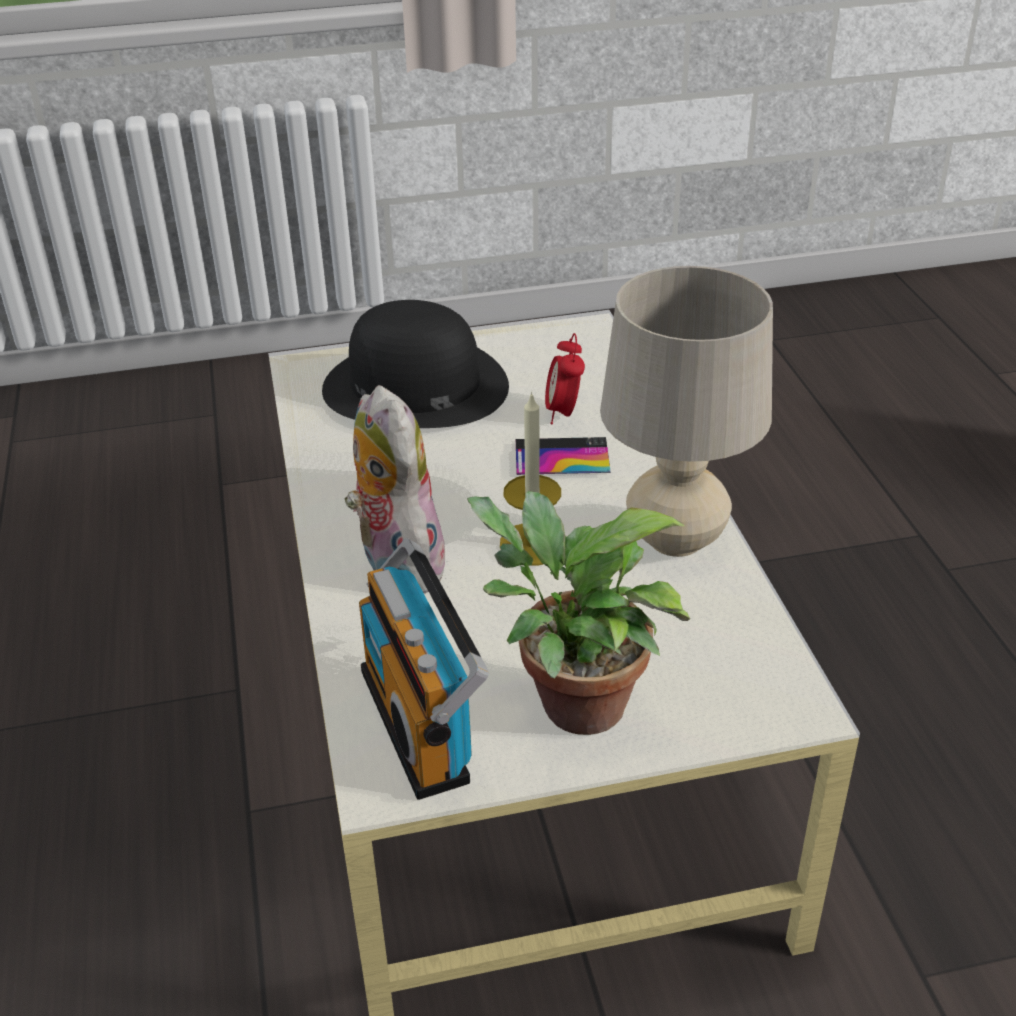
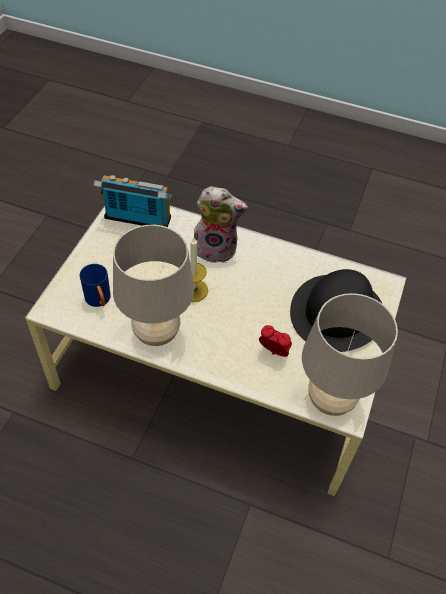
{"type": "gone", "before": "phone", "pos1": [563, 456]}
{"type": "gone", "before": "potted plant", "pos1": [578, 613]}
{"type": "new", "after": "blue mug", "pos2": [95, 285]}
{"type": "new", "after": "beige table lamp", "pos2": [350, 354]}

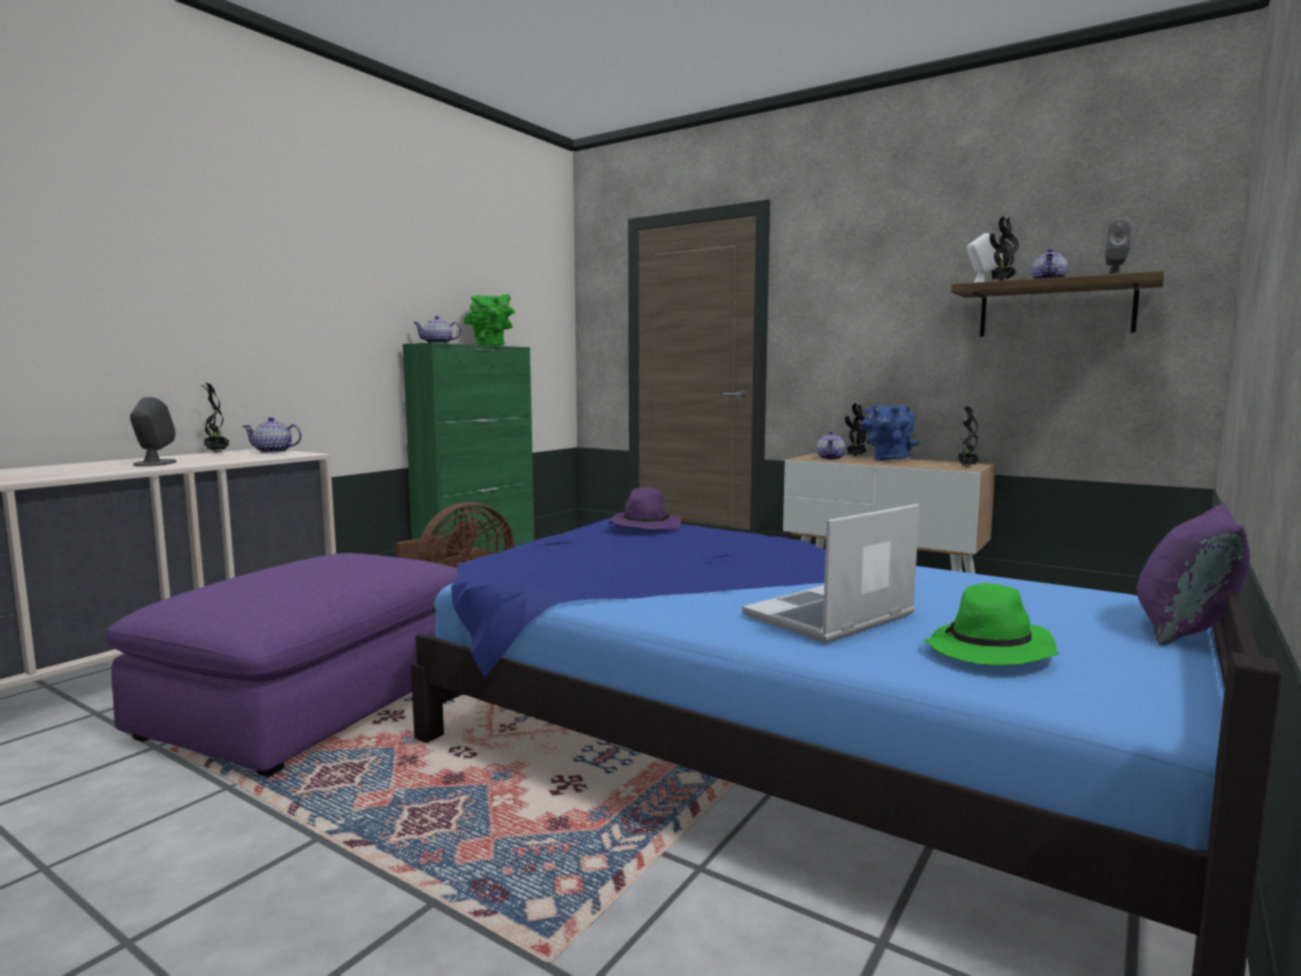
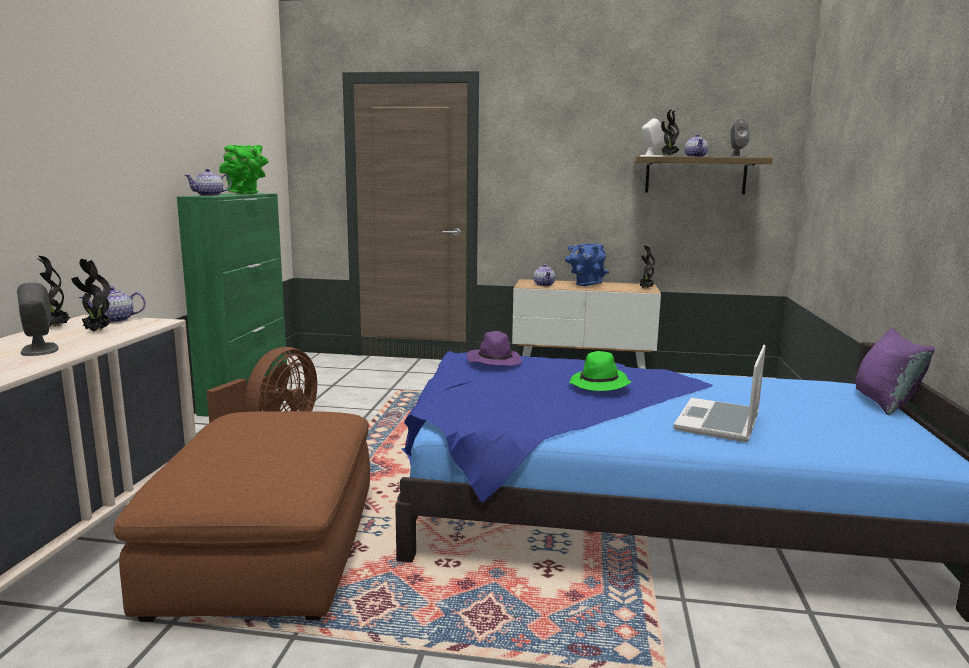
{"type": "shifted", "before": "potted plant", "pos1": [856, 429], "pos2": [91, 295]}
{"type": "repainted", "before": "purple ottoman", "after": "brown ottoman", "pos1": [282, 665], "pos2": [241, 516]}
{"type": "shifted", "before": "green hat", "pos1": [992, 624], "pos2": [600, 371]}

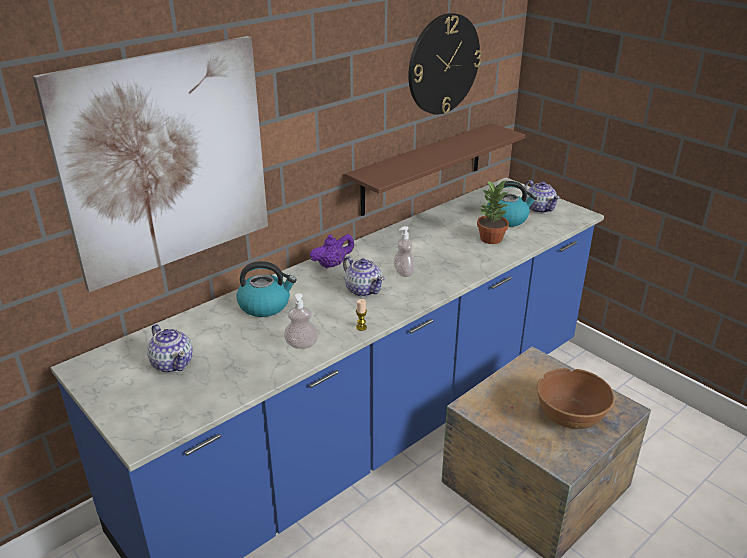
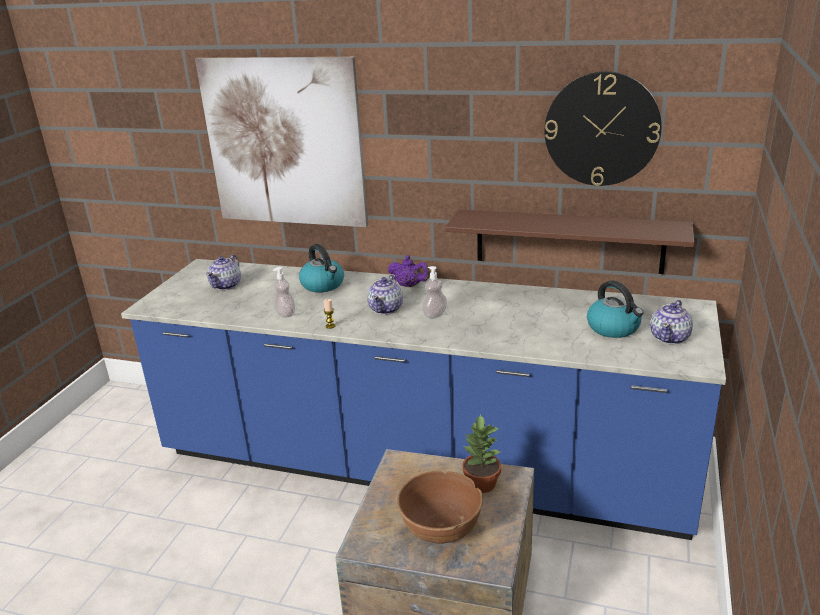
{"type": "shifted", "before": "potted plant", "pos1": [493, 212], "pos2": [482, 453]}

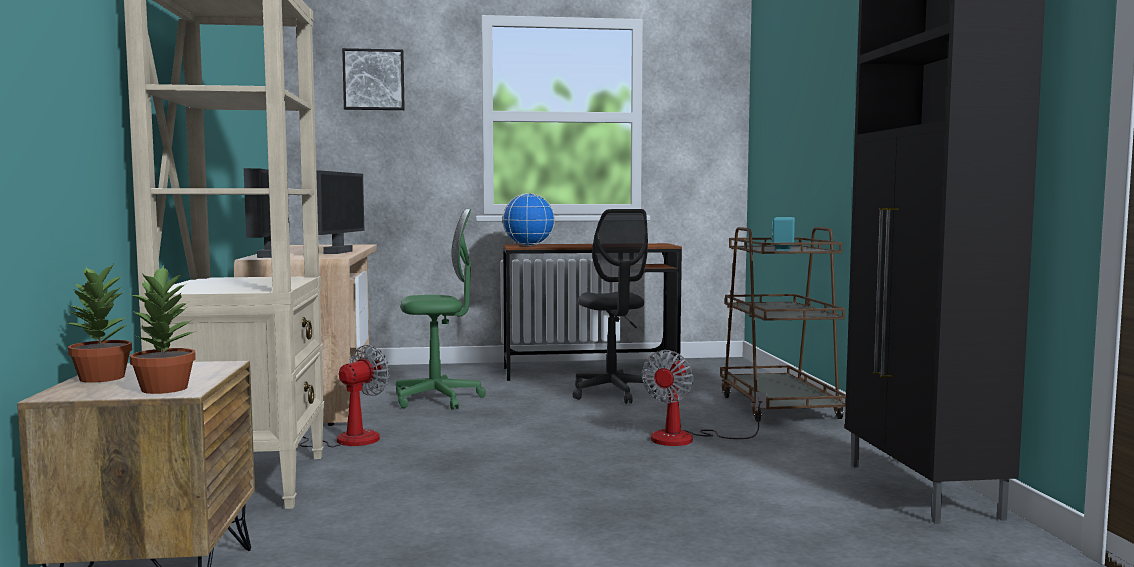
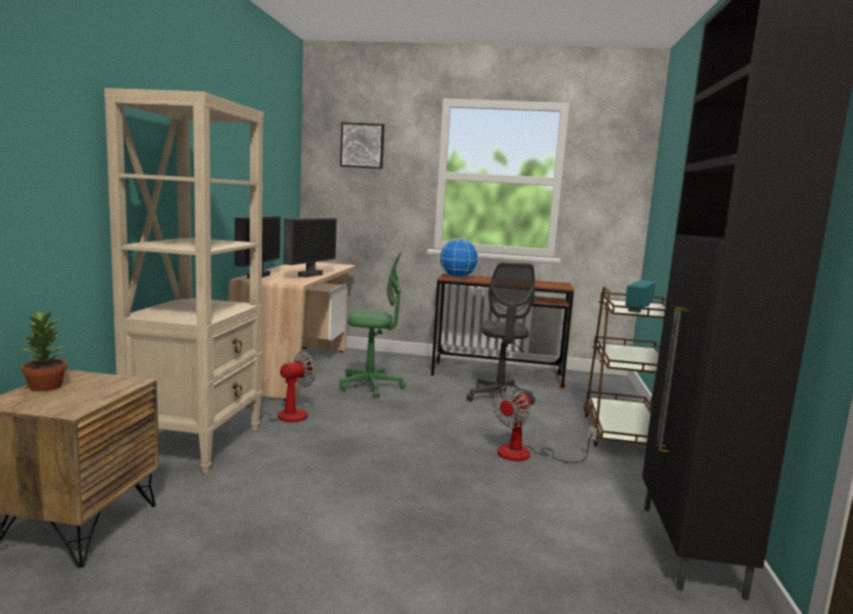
{"type": "gone", "before": "potted plant", "pos1": [163, 329]}

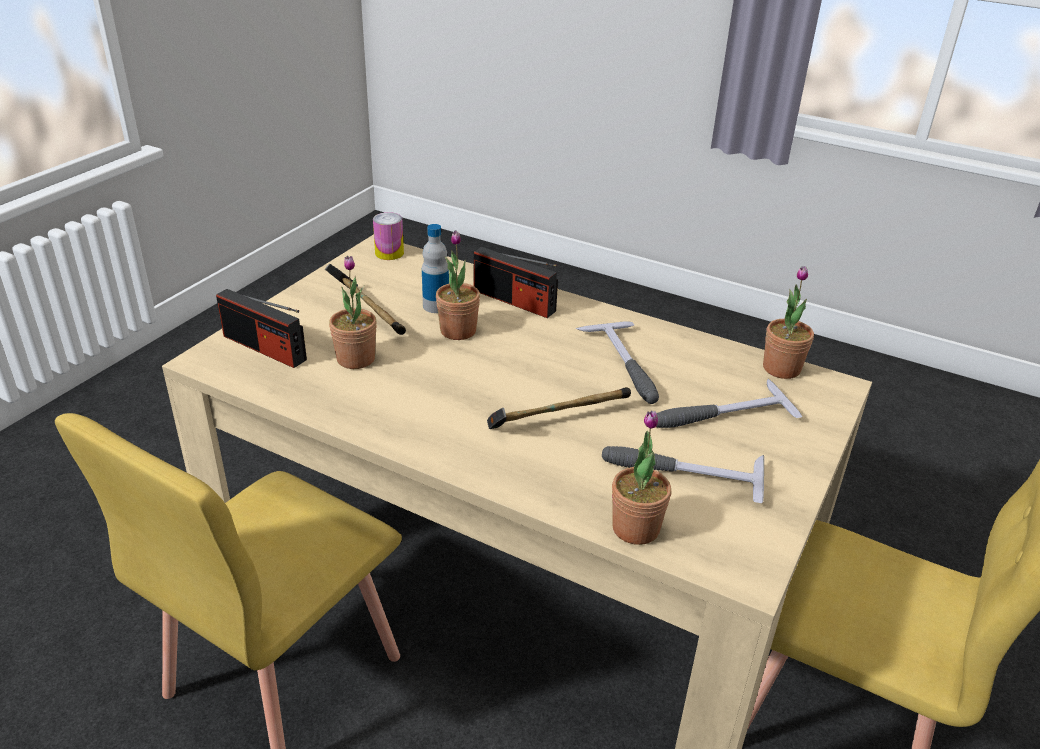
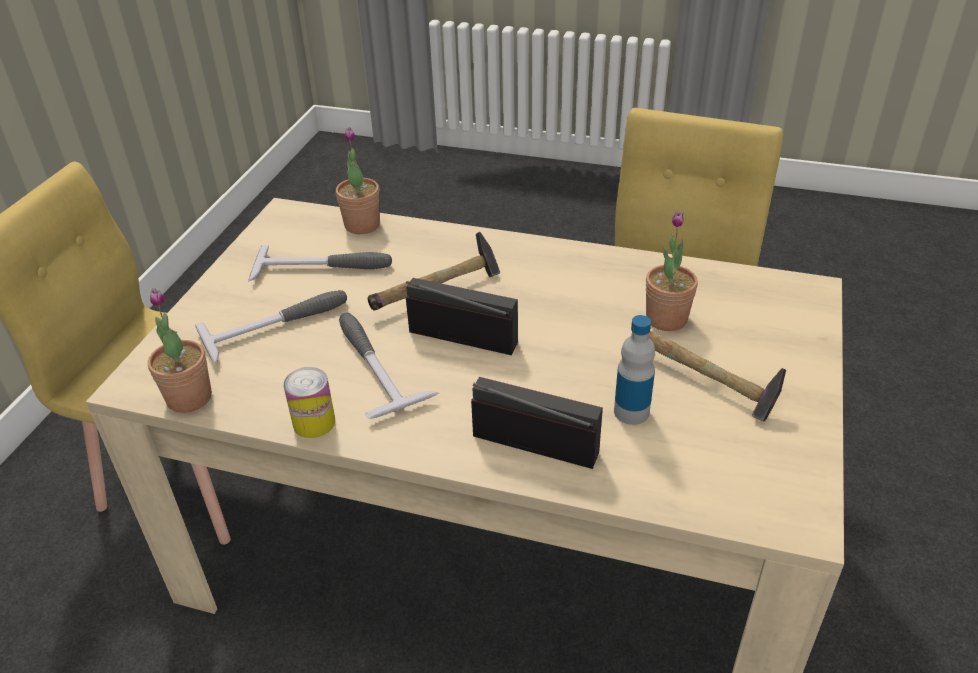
{"type": "shifted", "before": "can", "pos1": [388, 236], "pos2": [309, 402]}
{"type": "gone", "before": "potted plant", "pos1": [458, 285]}
{"type": "shifted", "before": "radio", "pos1": [261, 328], "pos2": [462, 316]}

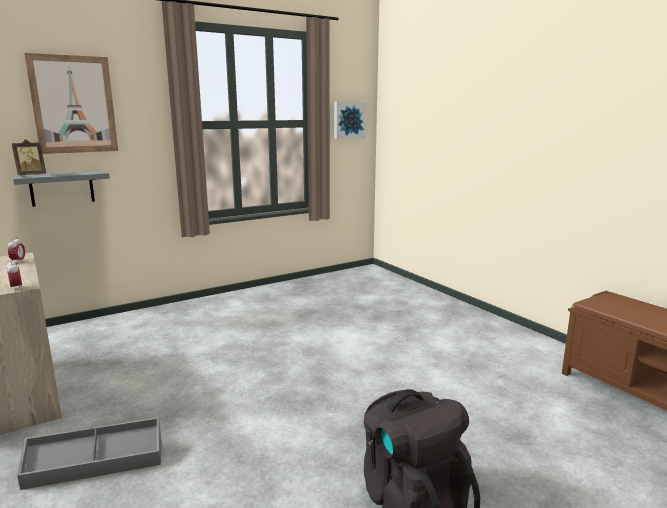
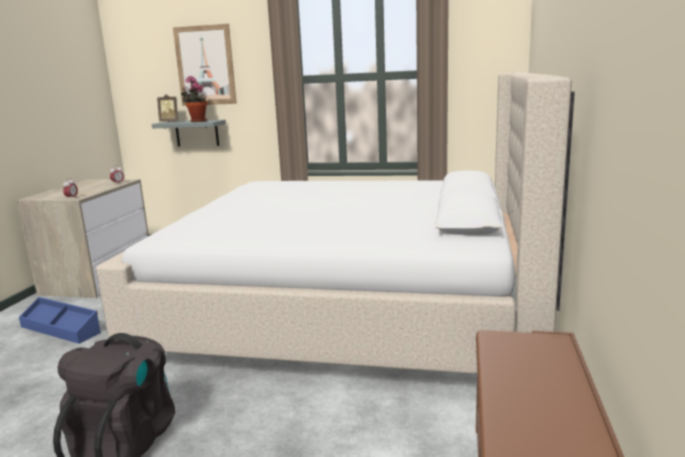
{"type": "gone", "before": "picture", "pos1": [350, 120]}
{"type": "repainted", "before": "grey storage box", "after": "blue storage box", "pos1": [89, 453], "pos2": [60, 320]}
{"type": "new", "after": "beige bed", "pos2": [335, 223]}
{"type": "new", "after": "potted plant", "pos2": [194, 99]}

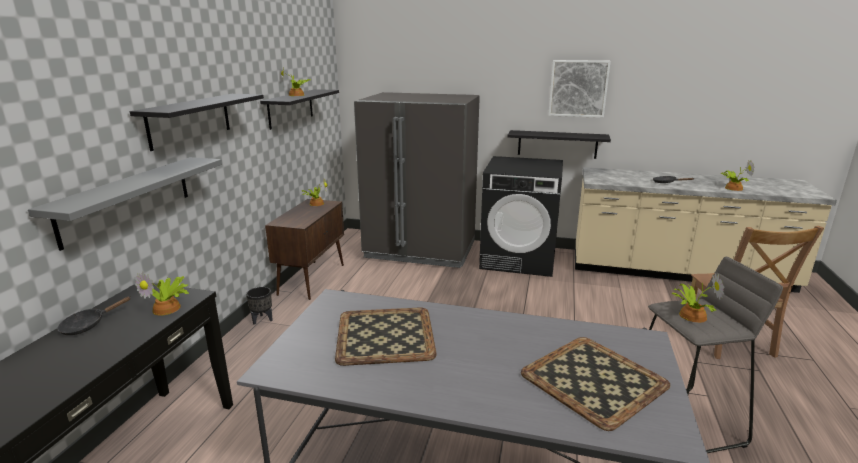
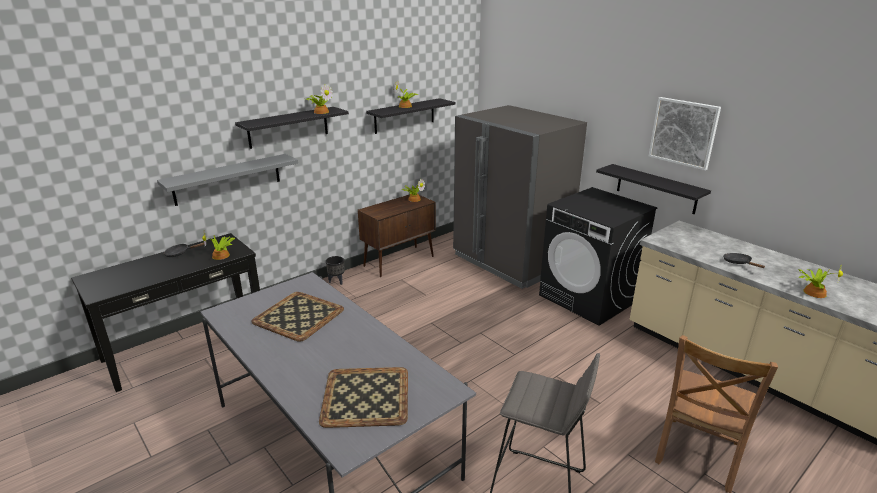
{"type": "shifted", "before": "potted plant", "pos1": [698, 298], "pos2": [320, 99]}

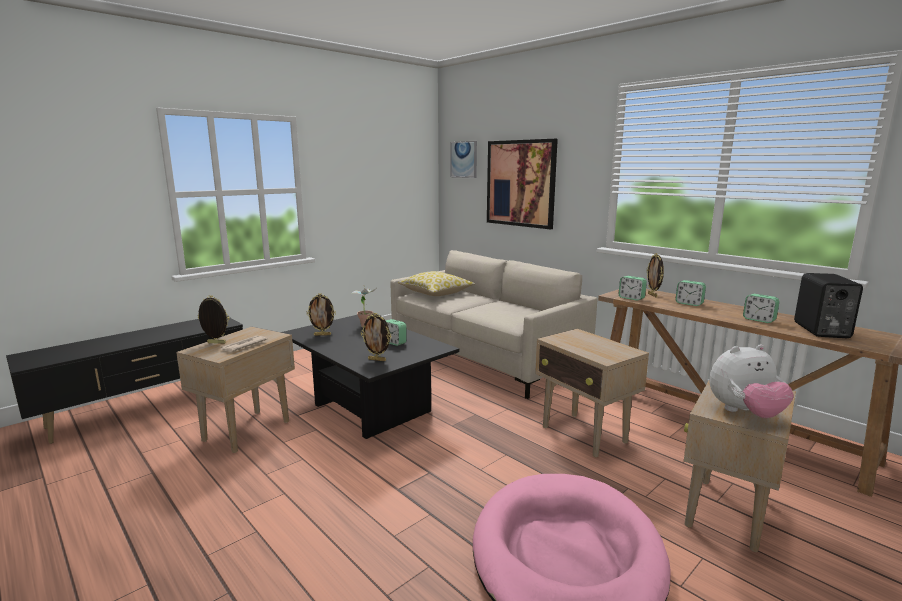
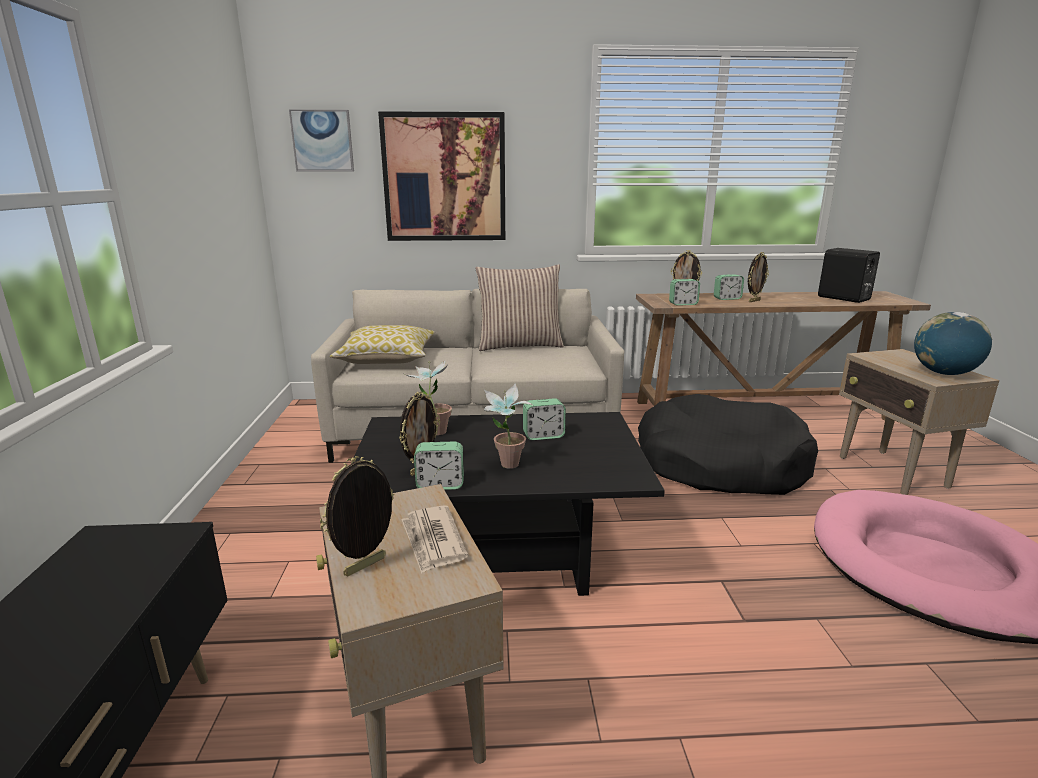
{"type": "shifted", "before": "alarm clock", "pos1": [761, 308], "pos2": [439, 466]}
{"type": "shifted", "before": "picture frame", "pos1": [376, 337], "pos2": [758, 277]}
{"type": "swapped", "before": "beige side table", "after": "black dog bed", "pos1": [592, 393], "pos2": [728, 444]}
{"type": "swapped", "before": "plush toy", "after": "globe", "pos1": [751, 381], "pos2": [953, 343]}
{"type": "new", "after": "pillow", "pos2": [520, 308]}
{"type": "new", "after": "potted plant", "pos2": [508, 426]}

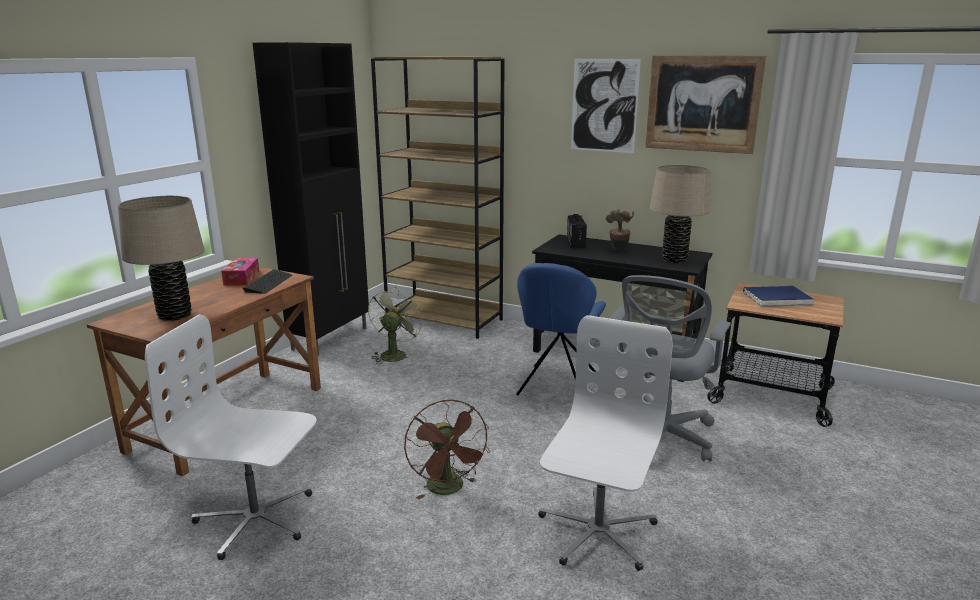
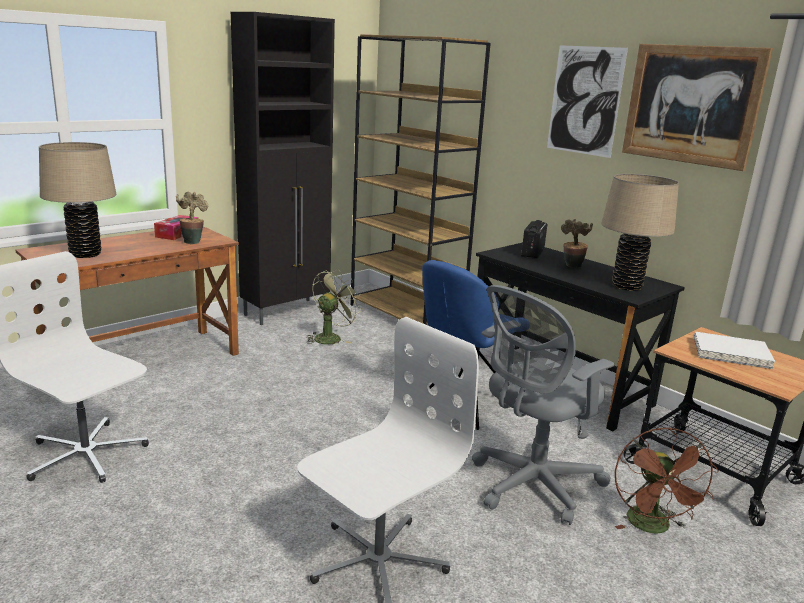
{"type": "swapped", "before": "keyboard", "after": "potted plant", "pos1": [267, 281], "pos2": [192, 218]}
{"type": "repainted", "before": "blue book", "after": "white book", "pos1": [778, 296], "pos2": [734, 350]}
{"type": "shifted", "before": "brown fan", "pos1": [447, 450], "pos2": [667, 480]}

